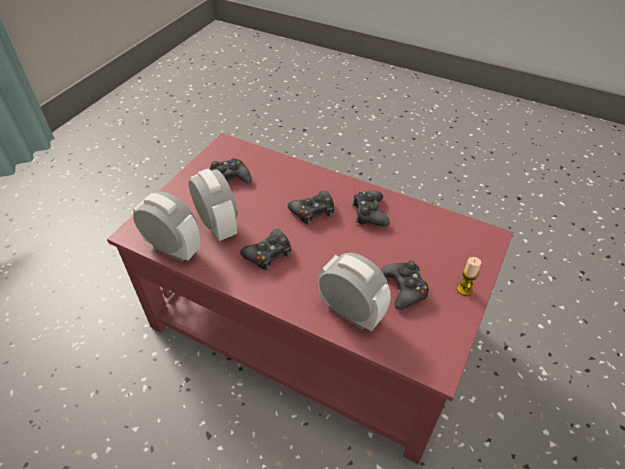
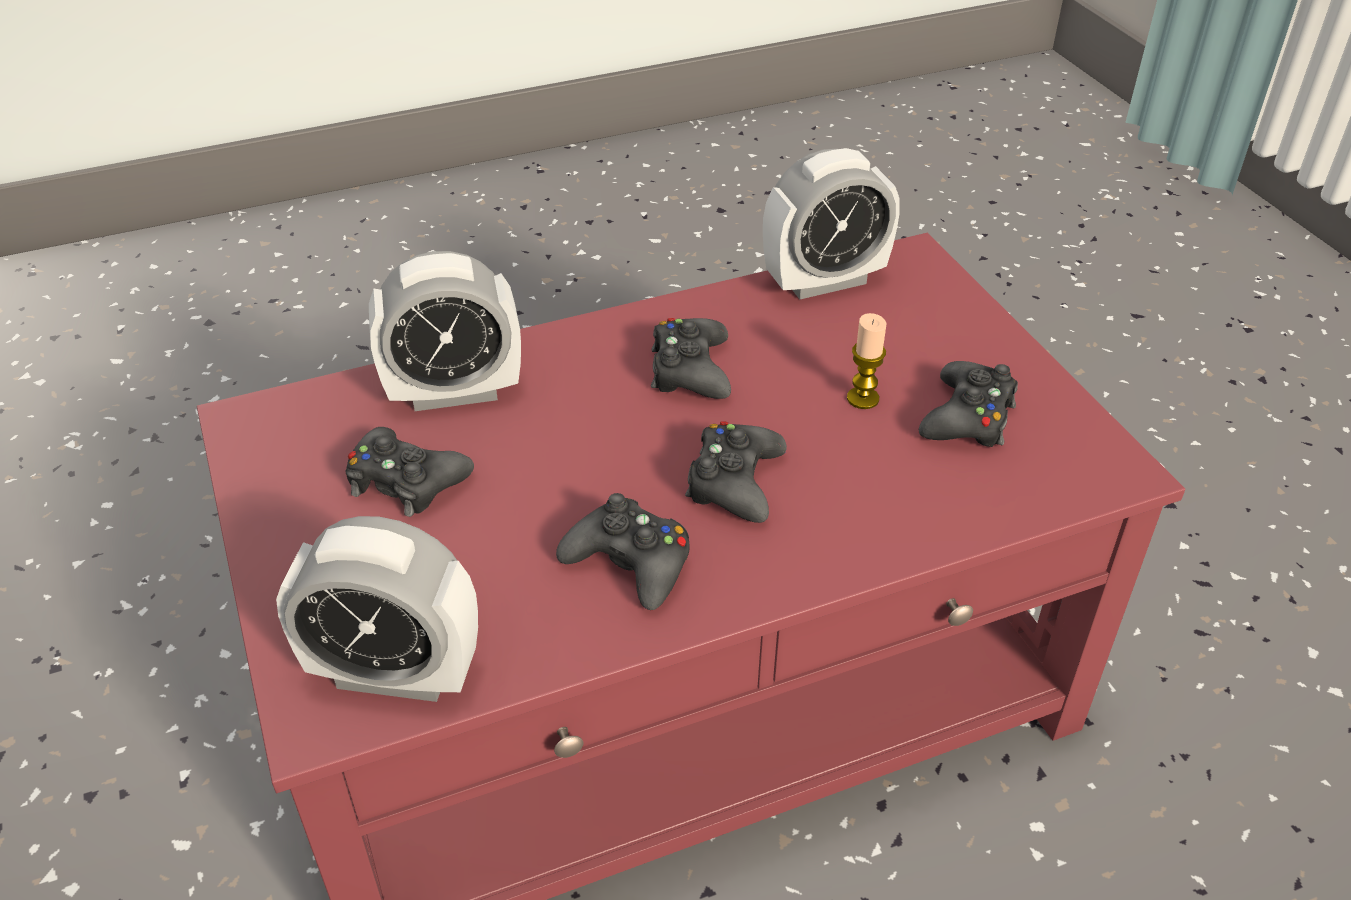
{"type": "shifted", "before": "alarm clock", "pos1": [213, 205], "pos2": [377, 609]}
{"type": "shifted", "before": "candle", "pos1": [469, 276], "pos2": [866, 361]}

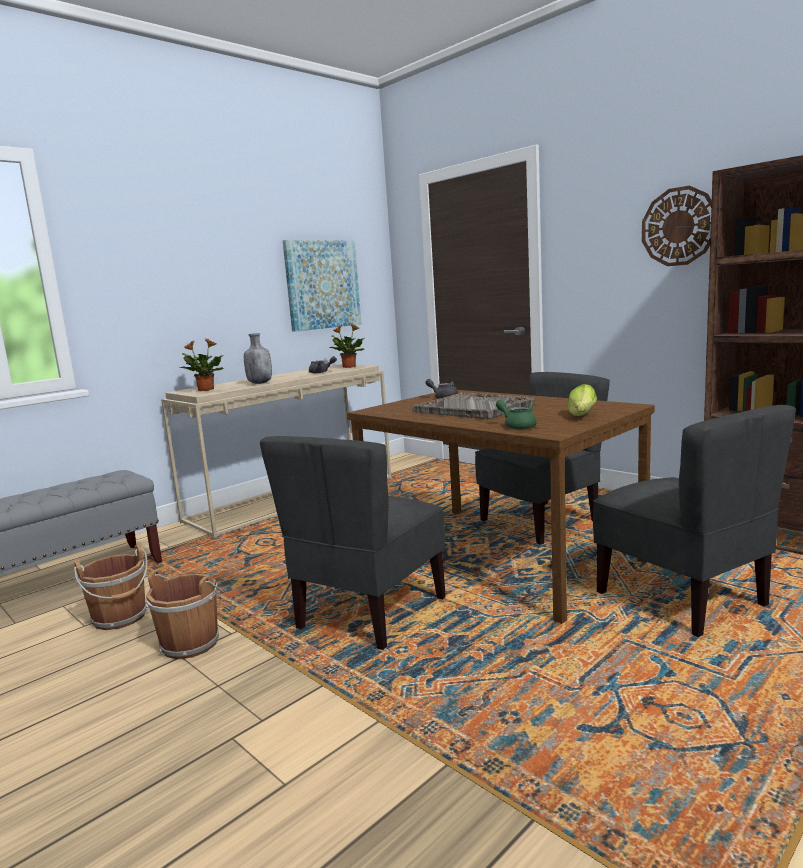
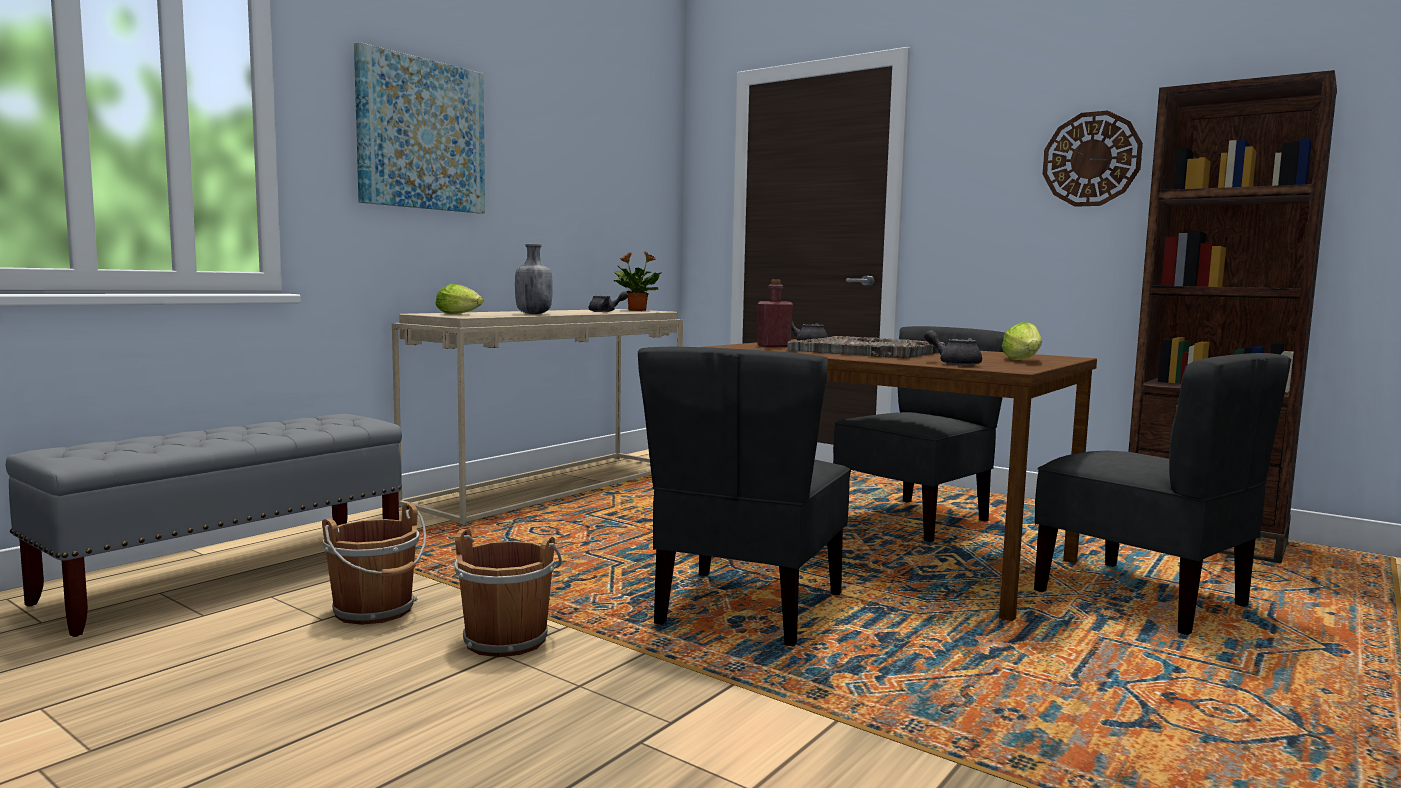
{"type": "shifted", "before": "picture", "pos1": [322, 286], "pos2": [419, 128]}
{"type": "swapped", "before": "potted plant", "after": "lettuce", "pos1": [202, 364], "pos2": [459, 299]}
{"type": "repainted", "before": "green teapot", "after": "grey teapot", "pos1": [516, 414], "pos2": [953, 348]}
{"type": "new", "after": "red bottle", "pos2": [775, 313]}

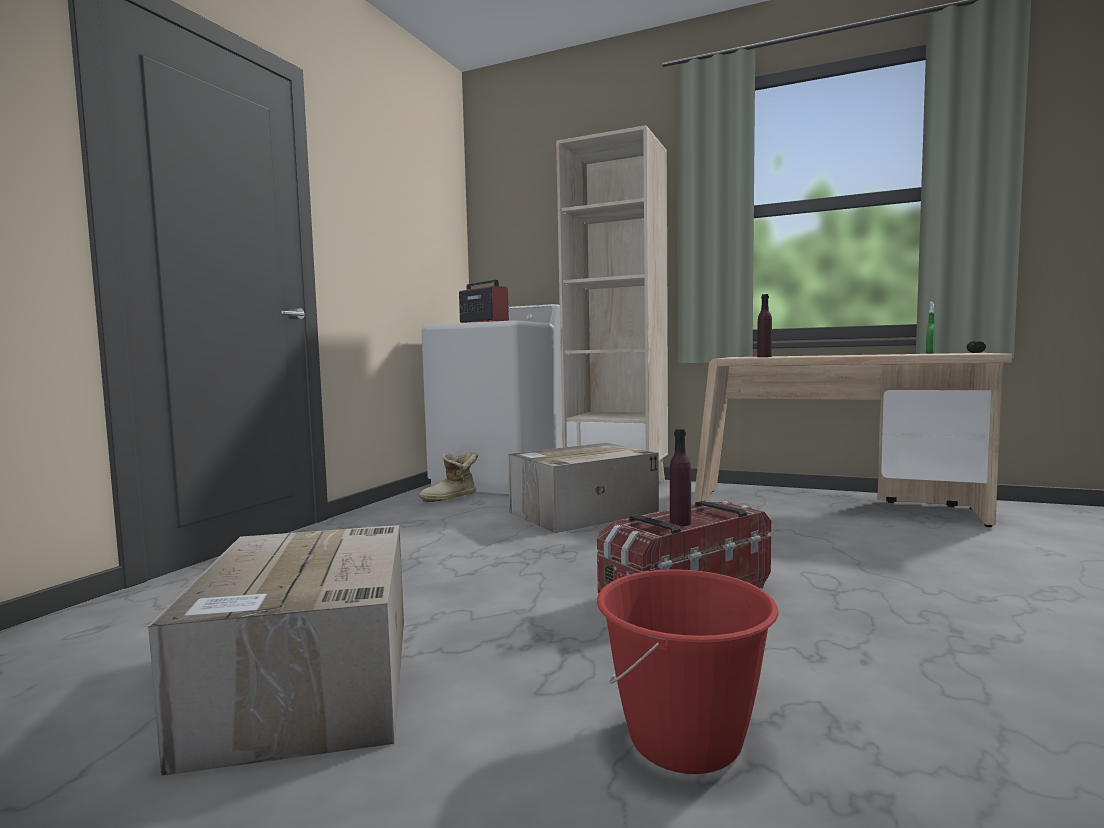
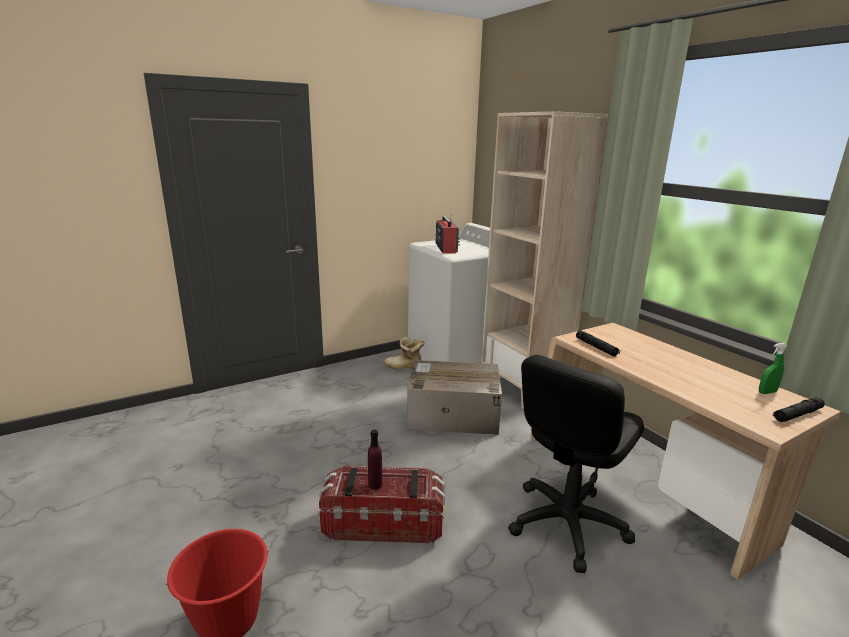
{"type": "swapped", "before": "purple bottle", "after": "black flashlight", "pos1": [764, 325], "pos2": [598, 343]}
{"type": "gone", "before": "cardboard box", "pos1": [276, 650]}
{"type": "new", "after": "black office chair", "pos2": [576, 464]}

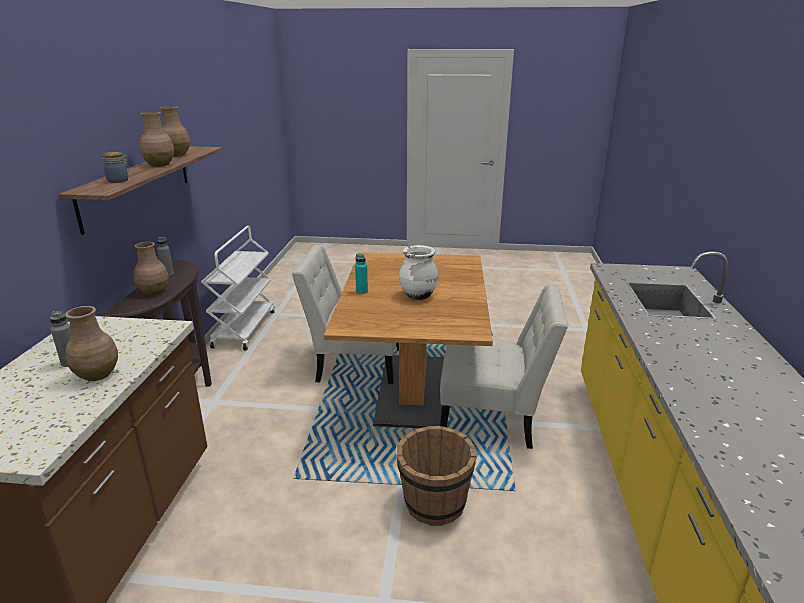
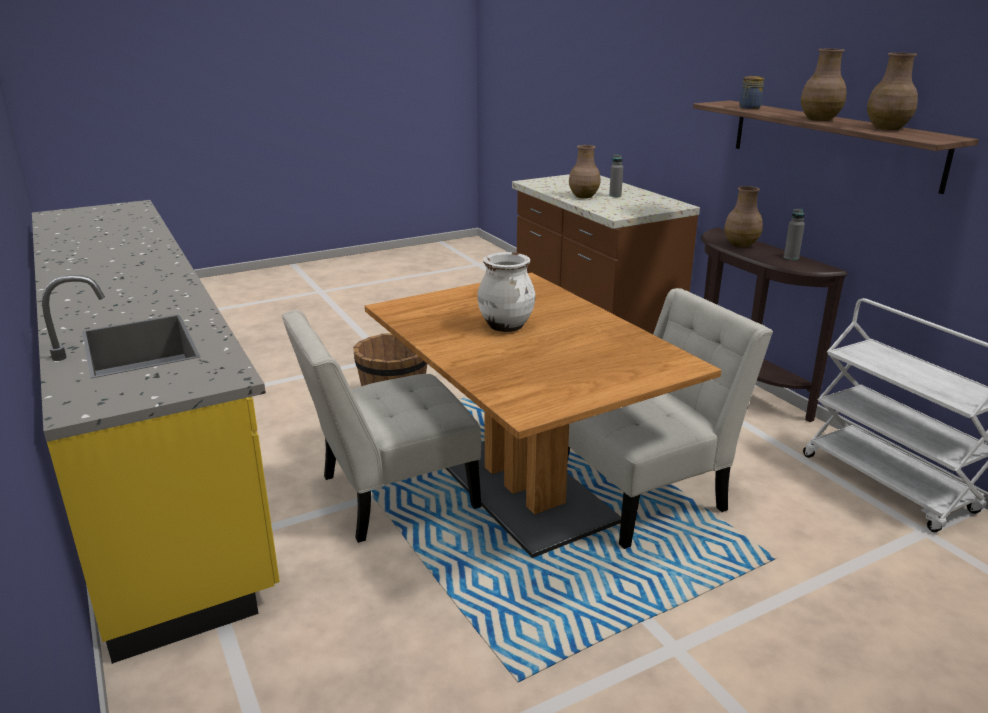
{"type": "gone", "before": "turquoise bottle", "pos1": [361, 273]}

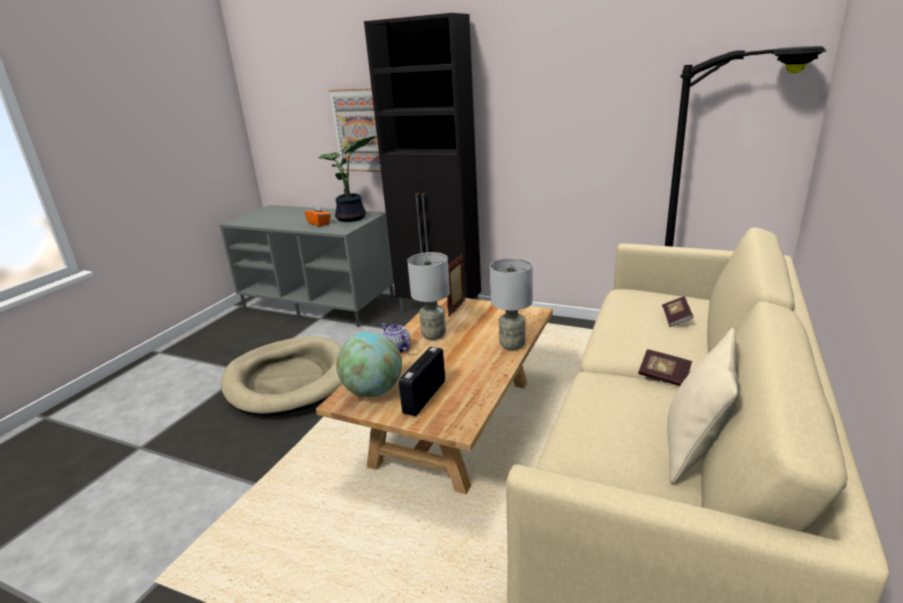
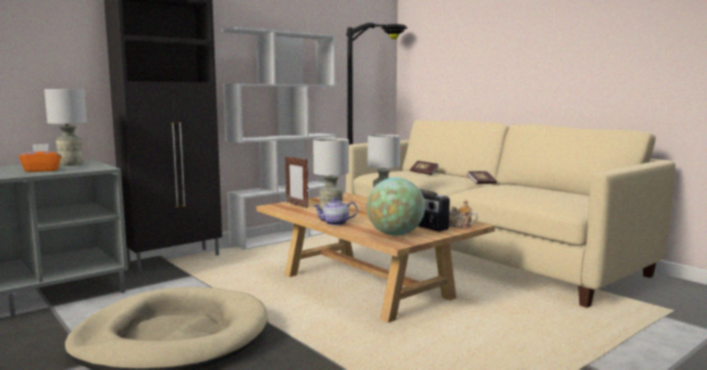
{"type": "gone", "before": "picture", "pos1": [355, 130]}
{"type": "swapped", "before": "potted plant", "after": "grey table lamp", "pos1": [347, 179], "pos2": [65, 127]}
{"type": "gone", "before": "beige pillow", "pos1": [703, 406]}
{"type": "new", "after": "white bookcase", "pos2": [278, 138]}
{"type": "new", "after": "teapot", "pos2": [463, 213]}

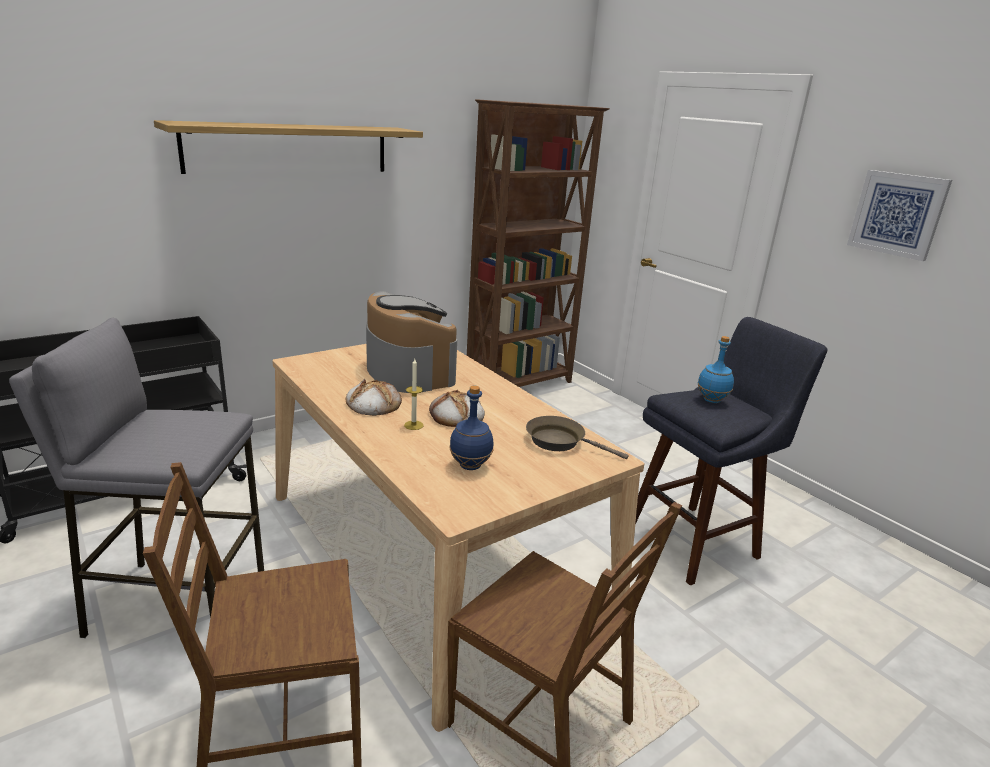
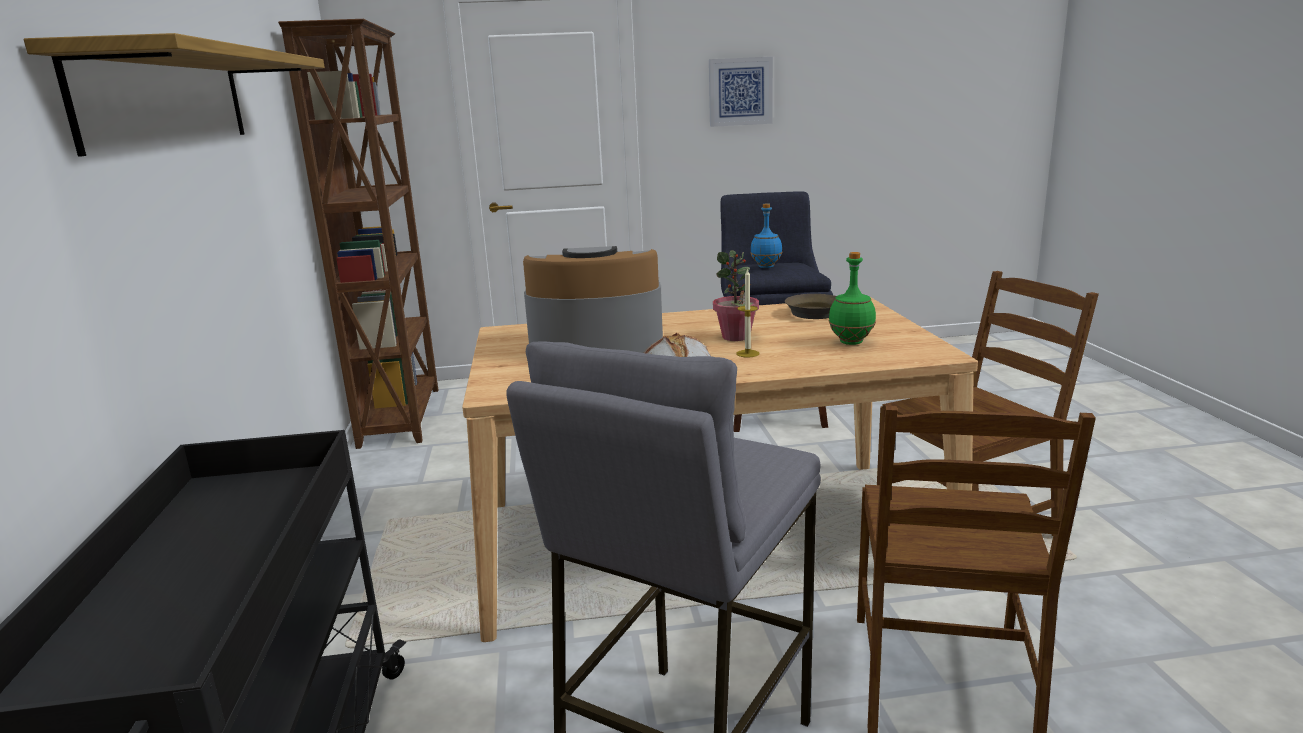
{"type": "repainted", "before": "blue bottle", "after": "green bottle", "pos1": [471, 428], "pos2": [852, 298]}
{"type": "swapped", "before": "bread", "after": "potted plant", "pos1": [457, 408], "pos2": [736, 295]}

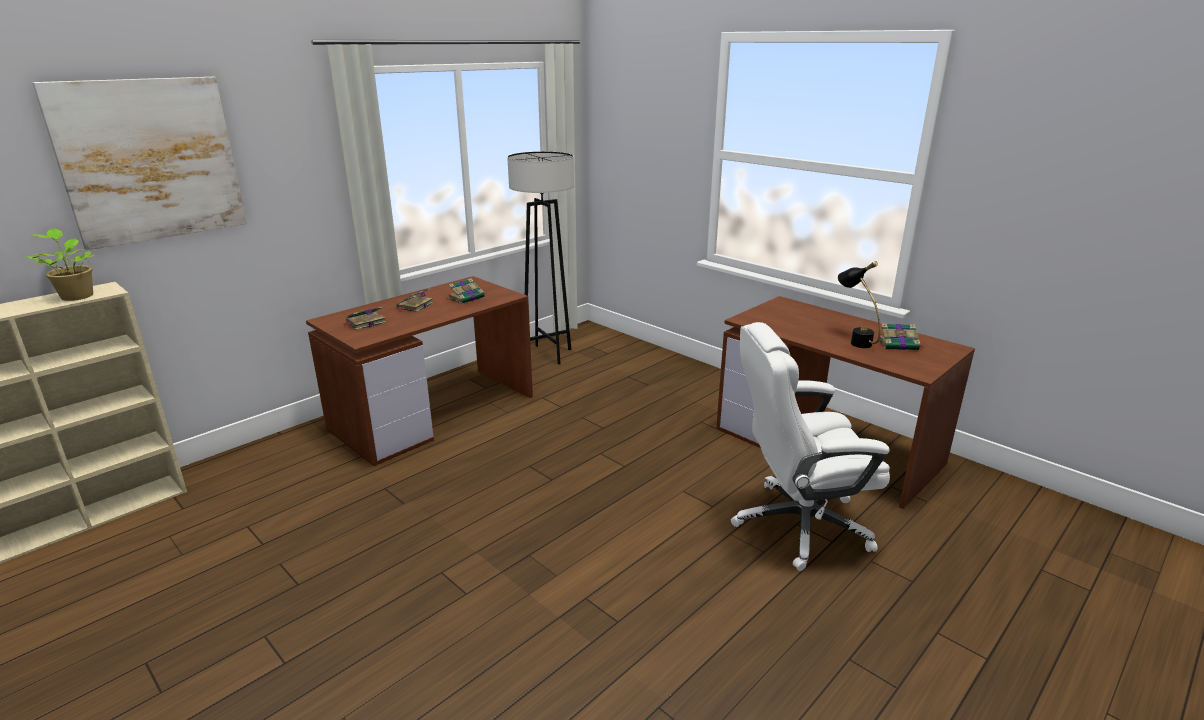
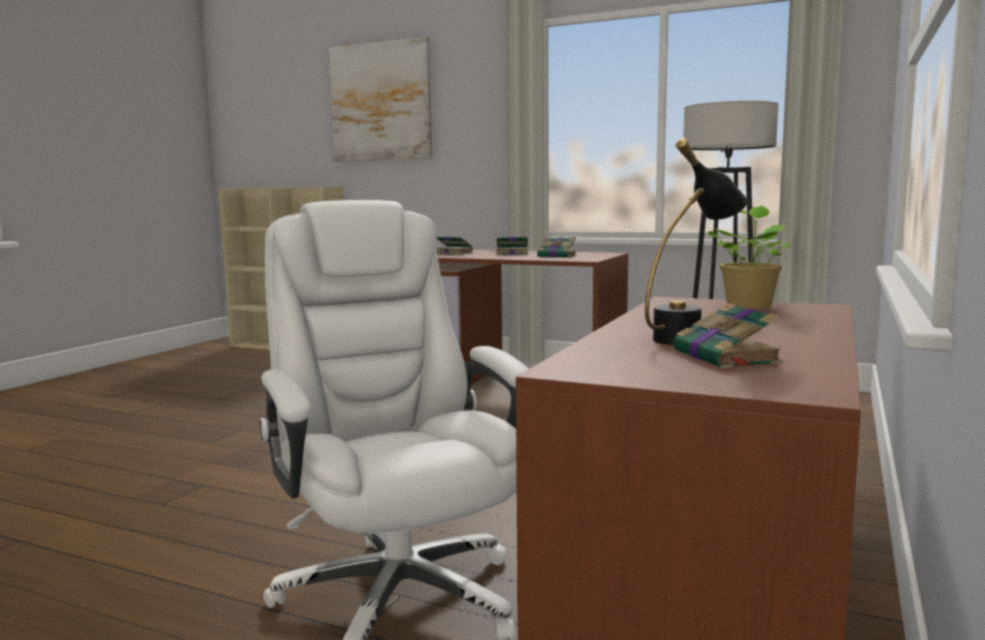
{"type": "shifted", "before": "potted plant", "pos1": [60, 264], "pos2": [747, 258]}

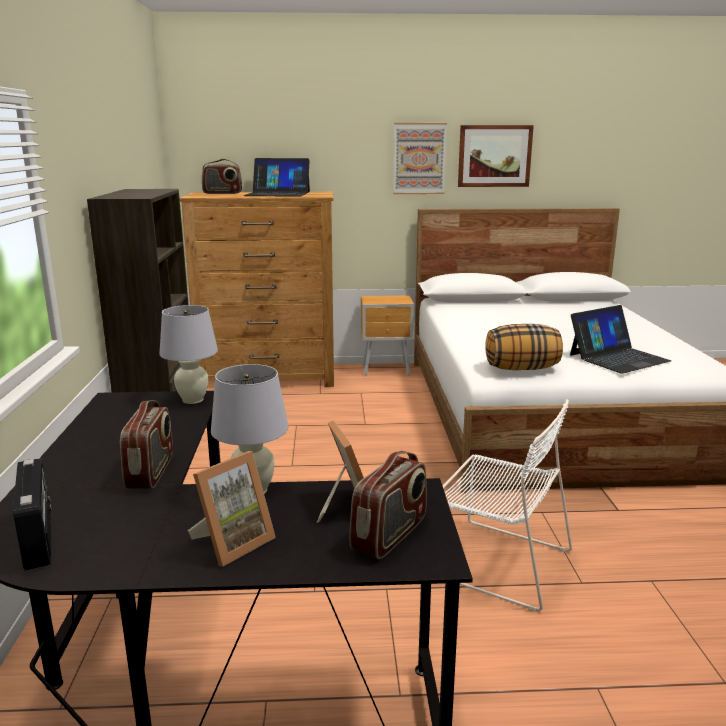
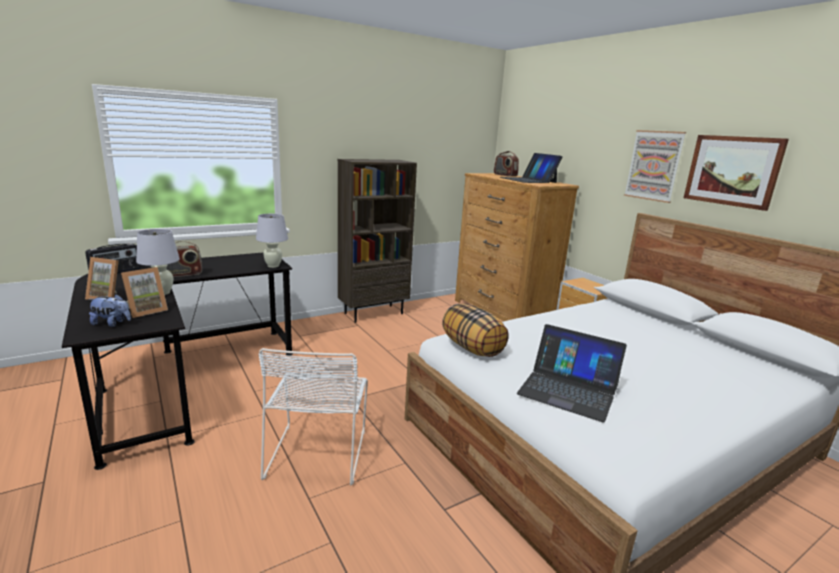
{"type": "swapped", "before": "radio", "after": "plush toy", "pos1": [388, 505], "pos2": [110, 310]}

